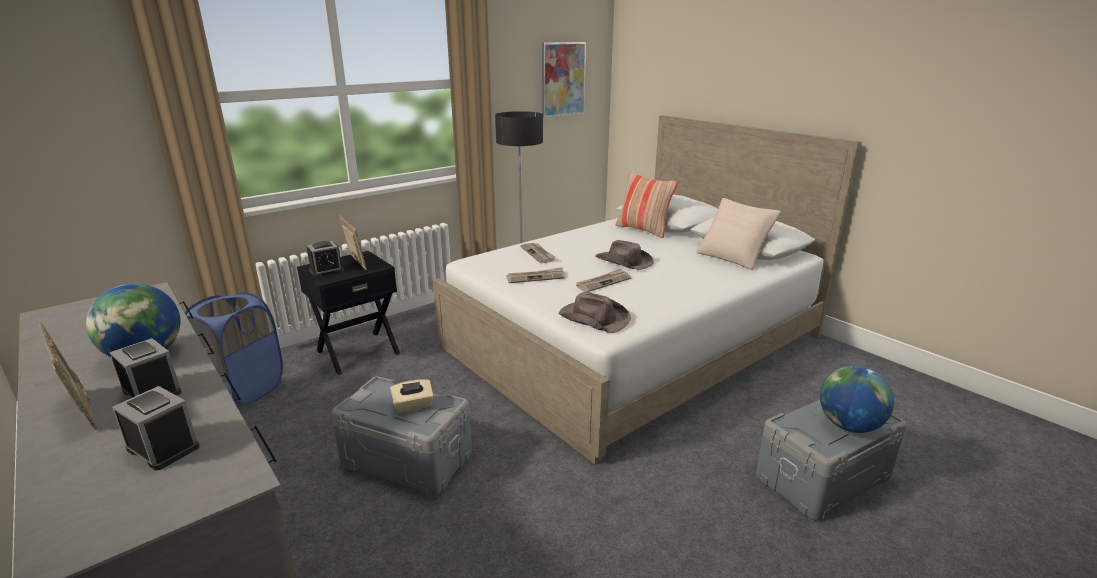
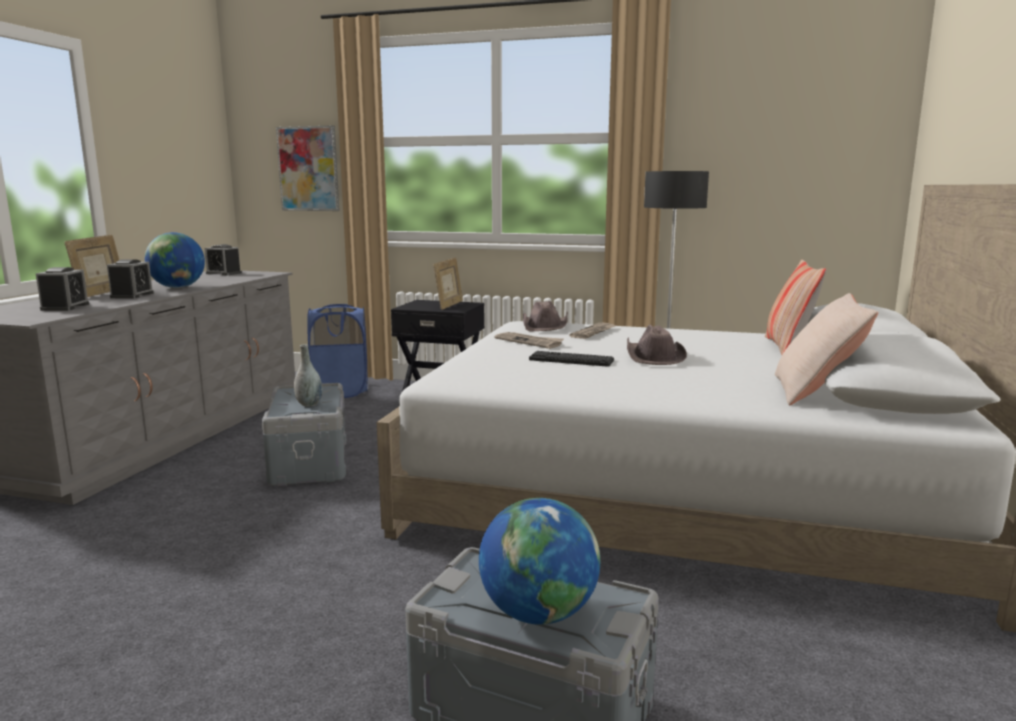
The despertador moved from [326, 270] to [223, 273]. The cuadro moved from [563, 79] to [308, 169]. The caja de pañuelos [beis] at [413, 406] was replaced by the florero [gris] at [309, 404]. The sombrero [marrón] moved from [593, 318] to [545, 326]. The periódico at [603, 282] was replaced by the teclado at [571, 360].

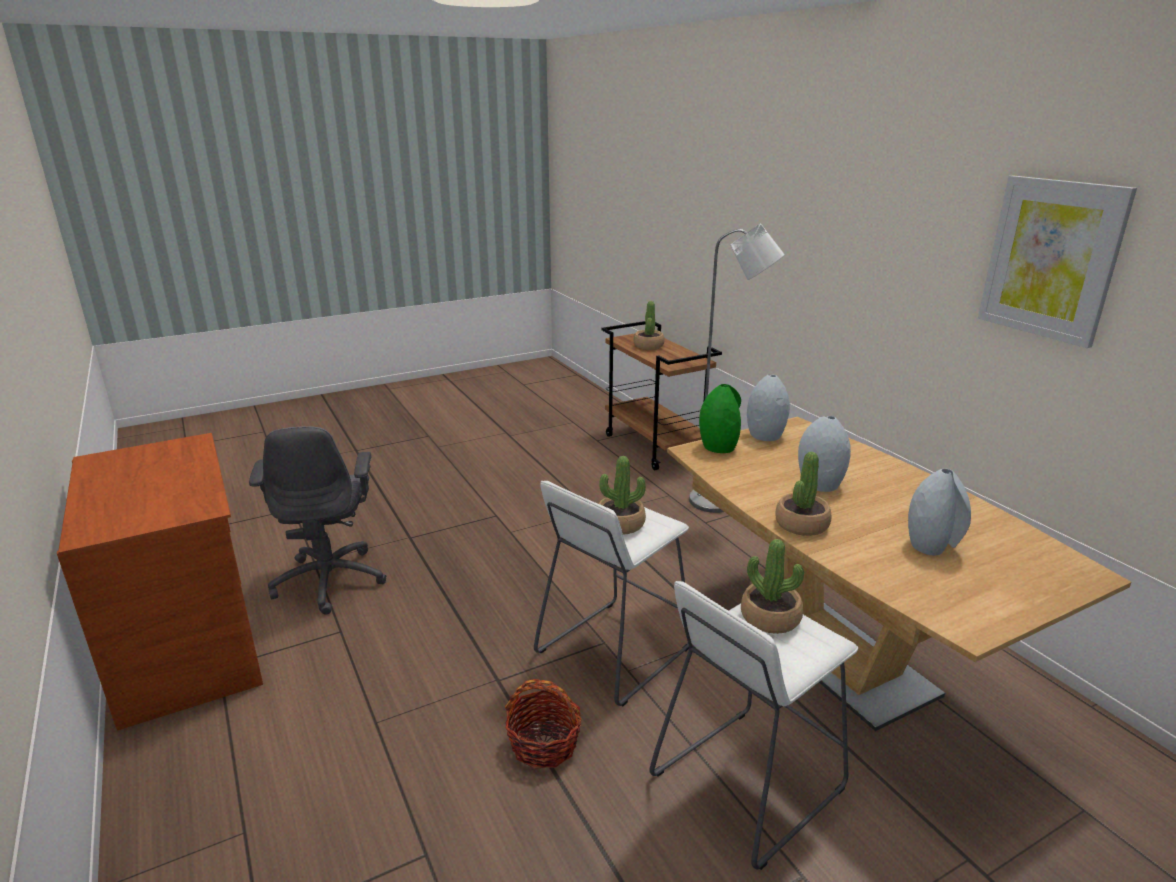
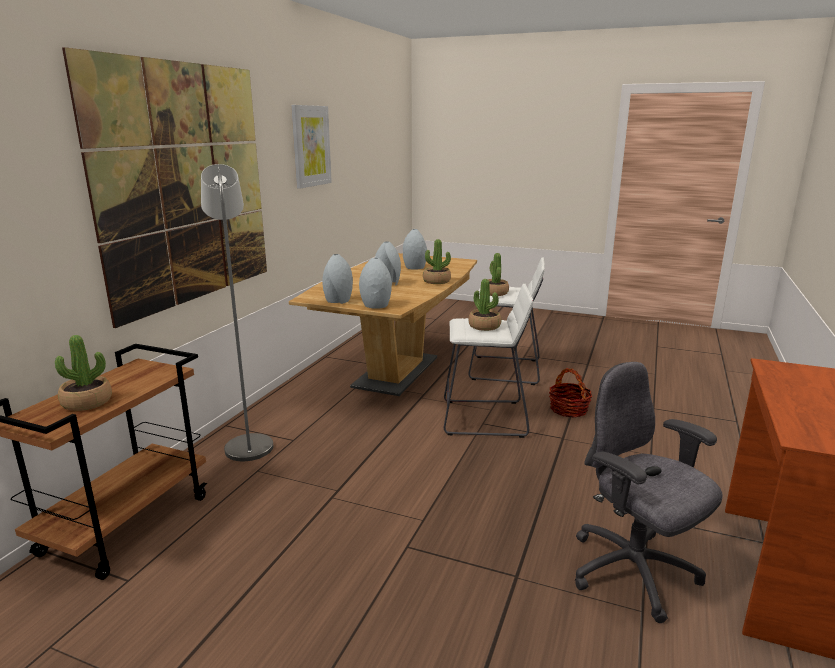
The cuadro at [187, 185] appeared. The florero [verde] at [718, 446] became the florero [gris] at [376, 306]. The silla de oficina [gris] at [330, 580] turned 75 degrees counterclockwise.

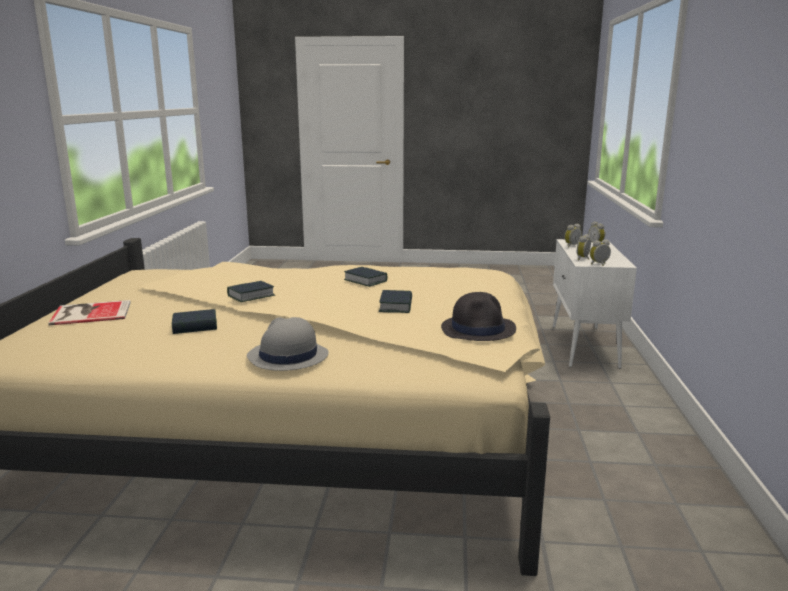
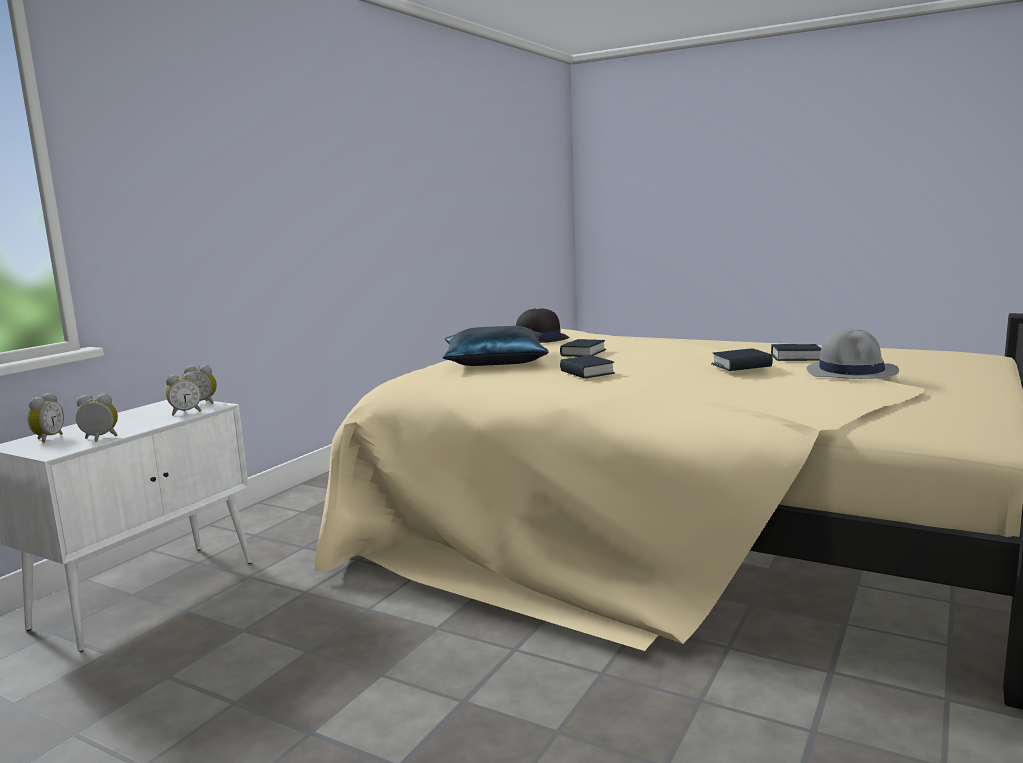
The cojín [azul] at [494, 361] appeared. The sombrero [gris] moved from [287, 356] to [852, 372]. The libro at [89, 313] disappeared.

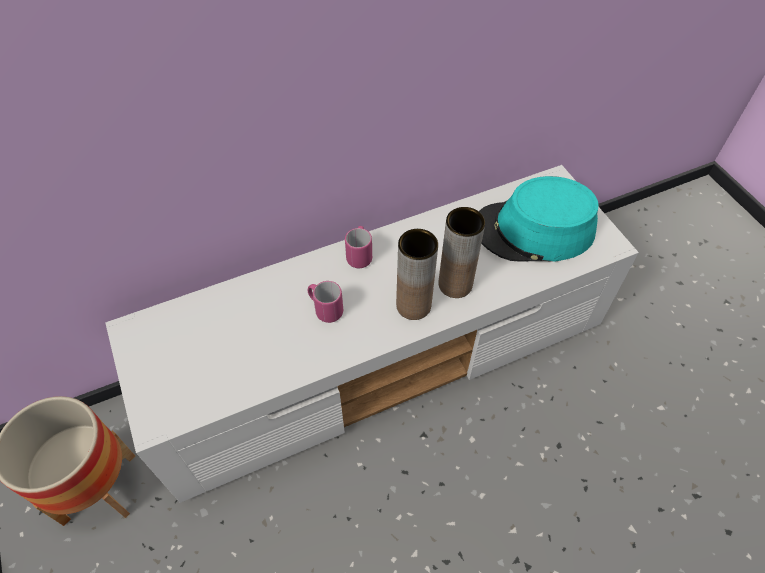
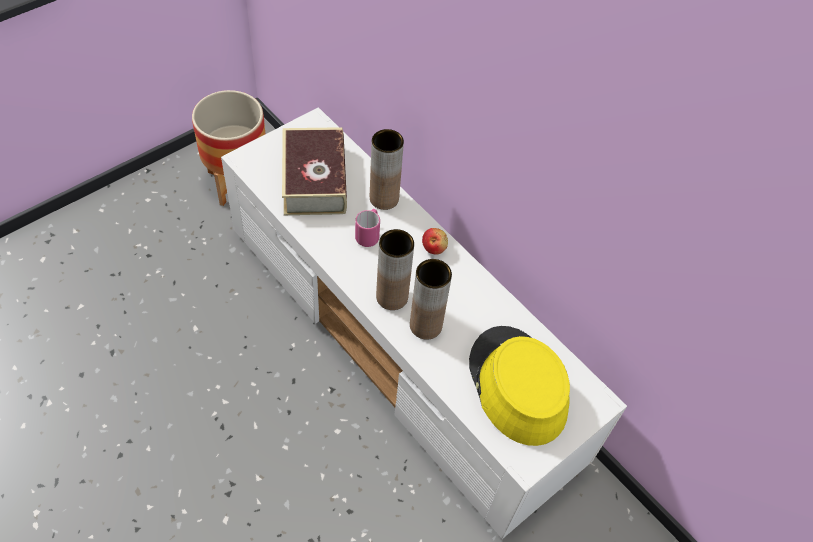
The libro at [314, 180] appeared. The florero [marrón] at [384, 198] appeared. The taza grande [rosa] at [360, 255] was replaced by the manzana at [434, 247]. The sombrero [turquesa] at [533, 231] became the sombrero [amarillo] at [517, 386].

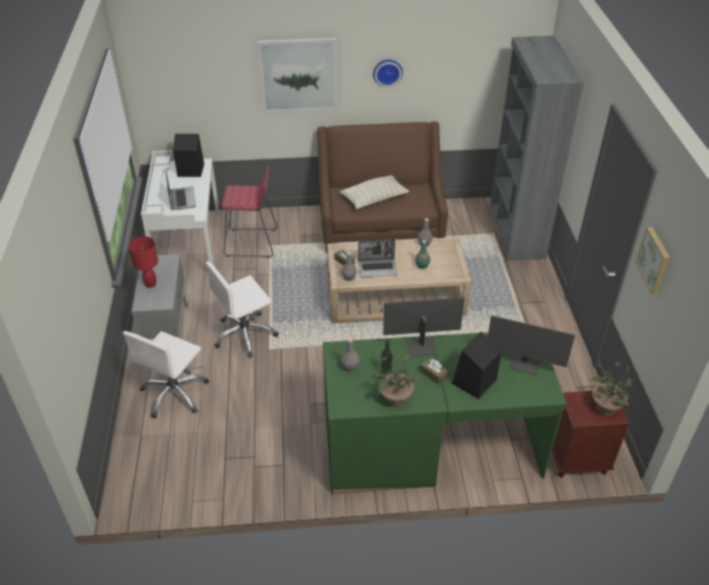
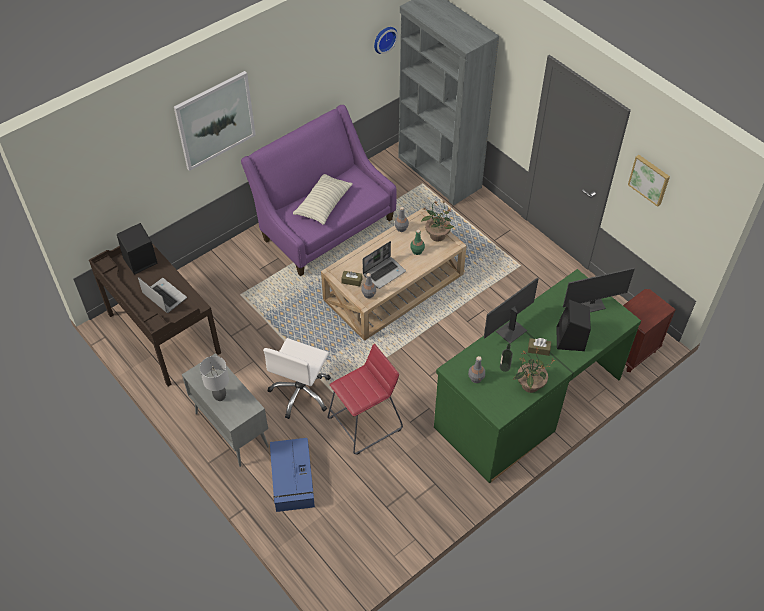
The escritorio [blanco] at [188, 245] became the escritorio [marrón] at [163, 334]. The lámpara de mesa [rojo] at [150, 284] became the lámpara de mesa [gris] at [219, 396]. The sofá [marrón] at [380, 228] became the sofá [morado] at [324, 226]. The silla de oficina [blanco] at [175, 394] was replaced by the caja de almacenaje [azul] at [292, 480]. The taburete [rojo] moved from [251, 243] to [365, 423]. The reloj de pared moved from [387, 72] to [384, 39]. The planta en maceta moved from [605, 407] to [437, 235].

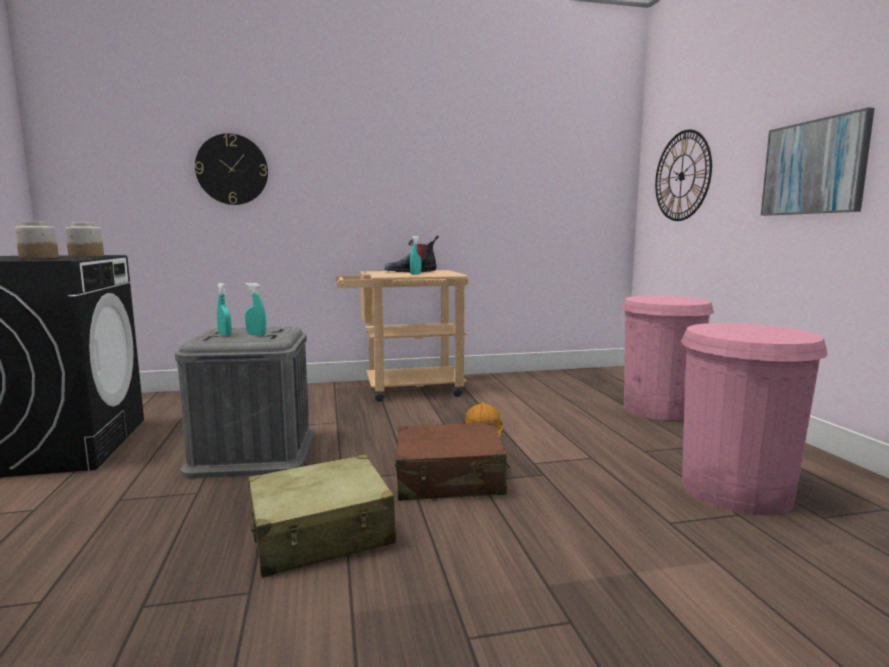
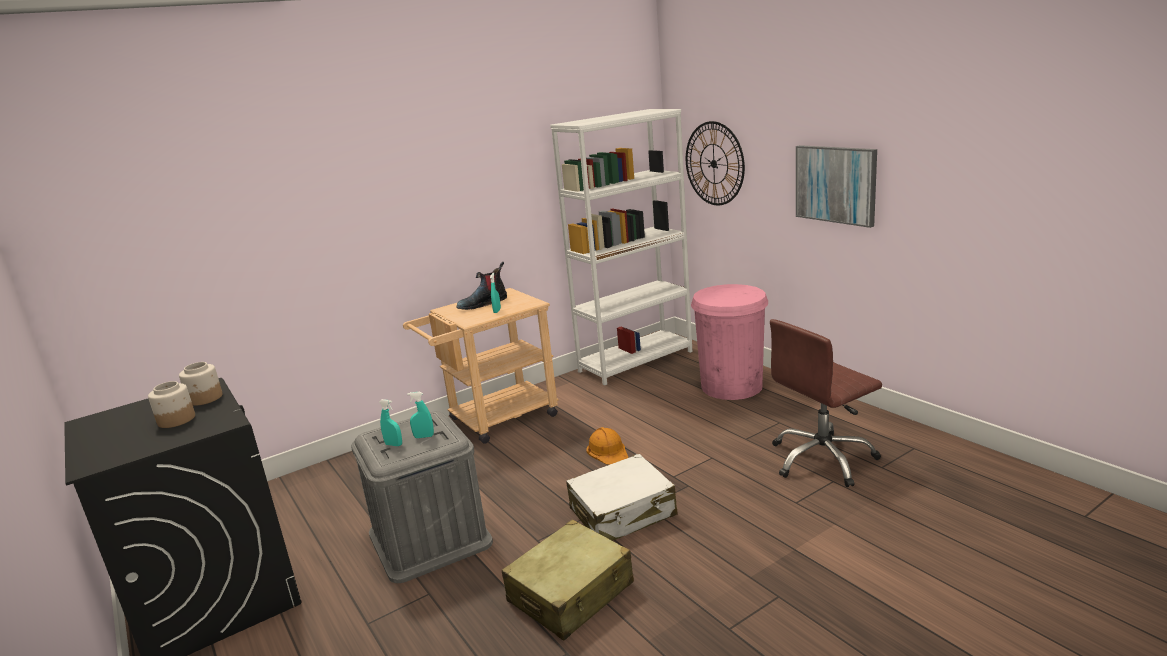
The estantería [blanco] at [636, 361] appeared. The maleta [marrón] at [450, 479] became the maleta [blanco] at [623, 513]. The papelera [rosa] at [735, 490] was replaced by the silla de oficina [marrón] at [822, 459]. The reloj de pared at [232, 169] disappeared.

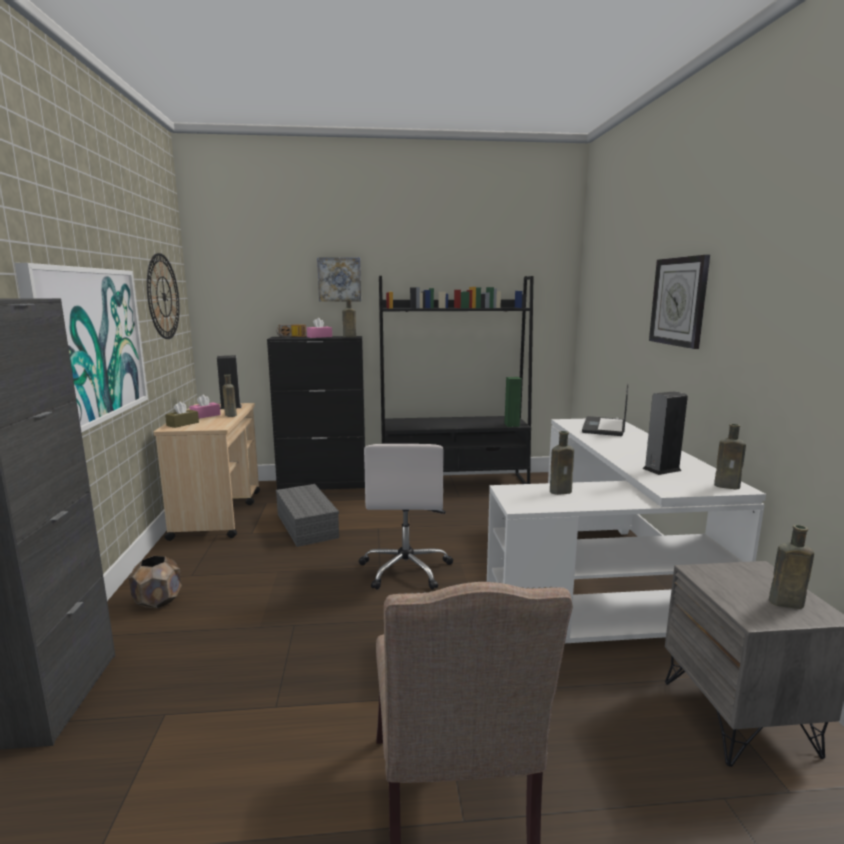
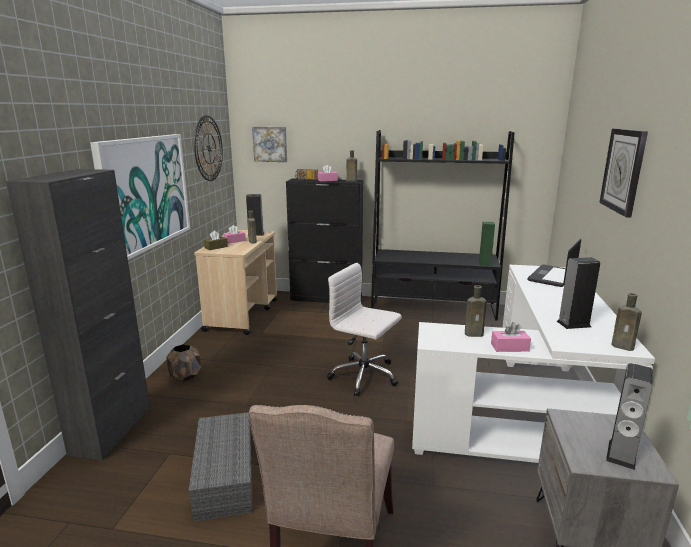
The caja de almacenaje [gris] moved from [305, 525] to [223, 475]. The cuadro moved from [339, 279] to [270, 144]. The silla de oficina [blanco] at [406, 569] turned 105 degrees clockwise. The caja de pañuelos [rosa] at [509, 347] appeared. The botella [marrón] at [783, 603] was replaced by the altavoz at [621, 454].

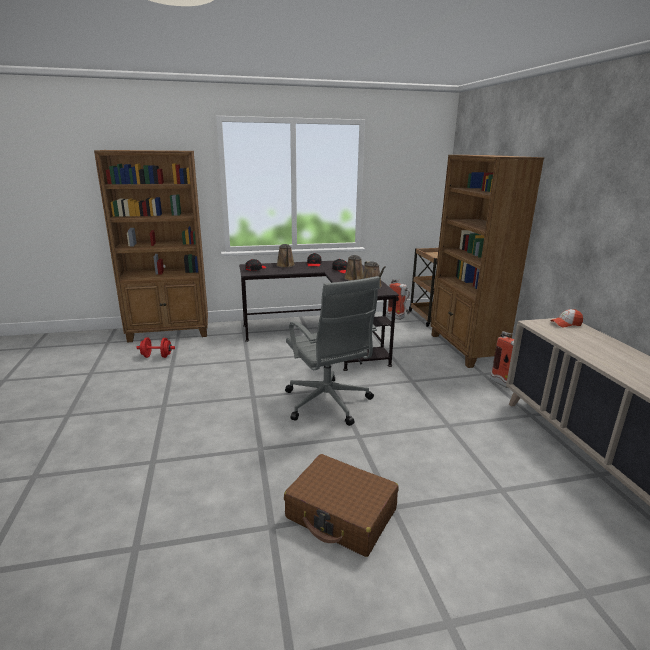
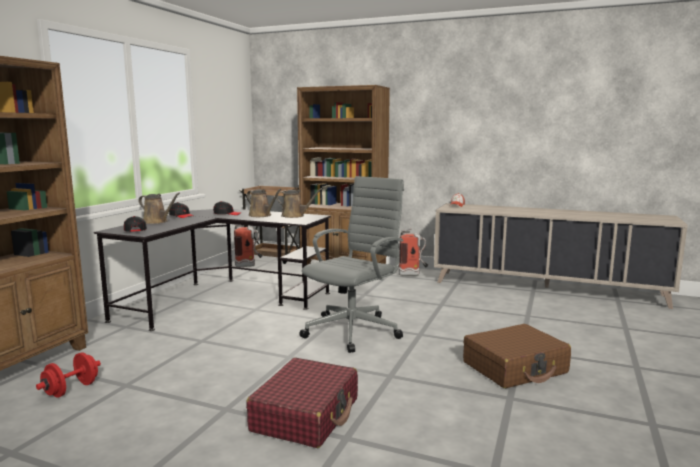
The maleta [rojo] at [306, 415] appeared. The silla de oficina [gris] at [328, 404] turned 60 degrees counterclockwise.

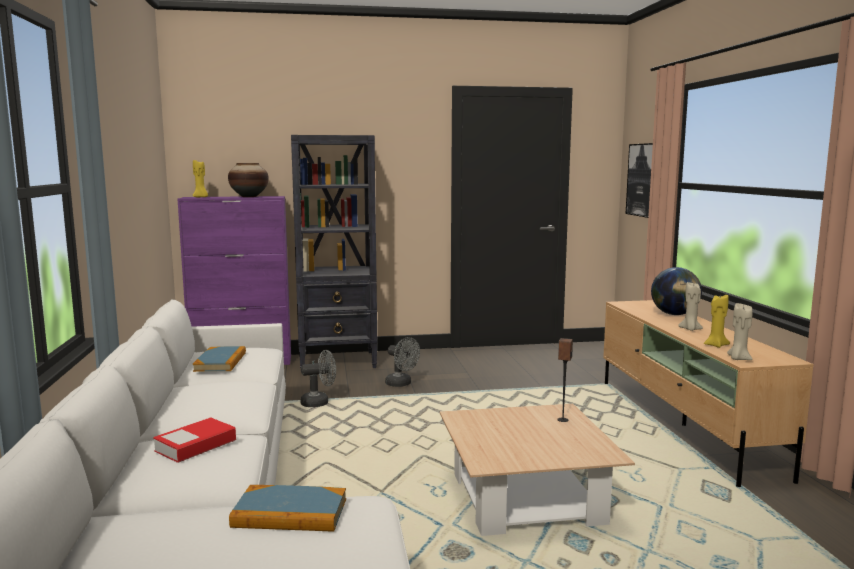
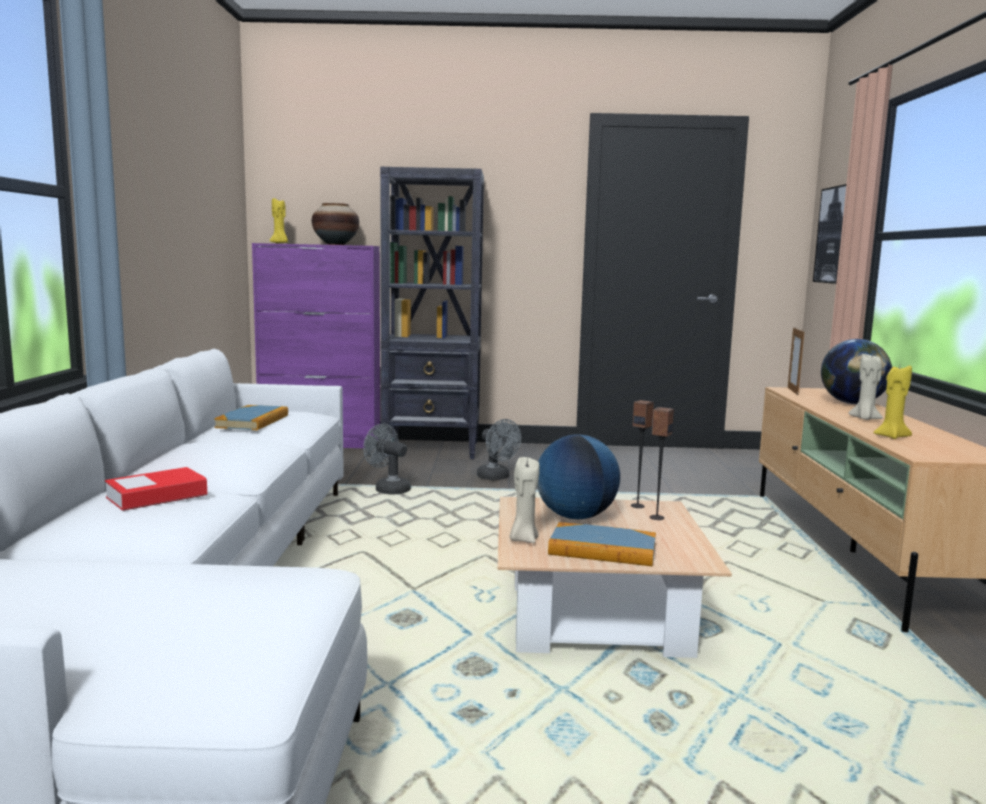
The ventilador [gris] at [319, 402] turned 135 degrees counterclockwise. The vela [beis] moved from [738, 359] to [523, 539]. The globo terráqueo at [575, 517] appeared. The libro moved from [290, 513] to [602, 549]. The altavoz at [637, 506] appeared. The portarretratos at [792, 391] appeared.

